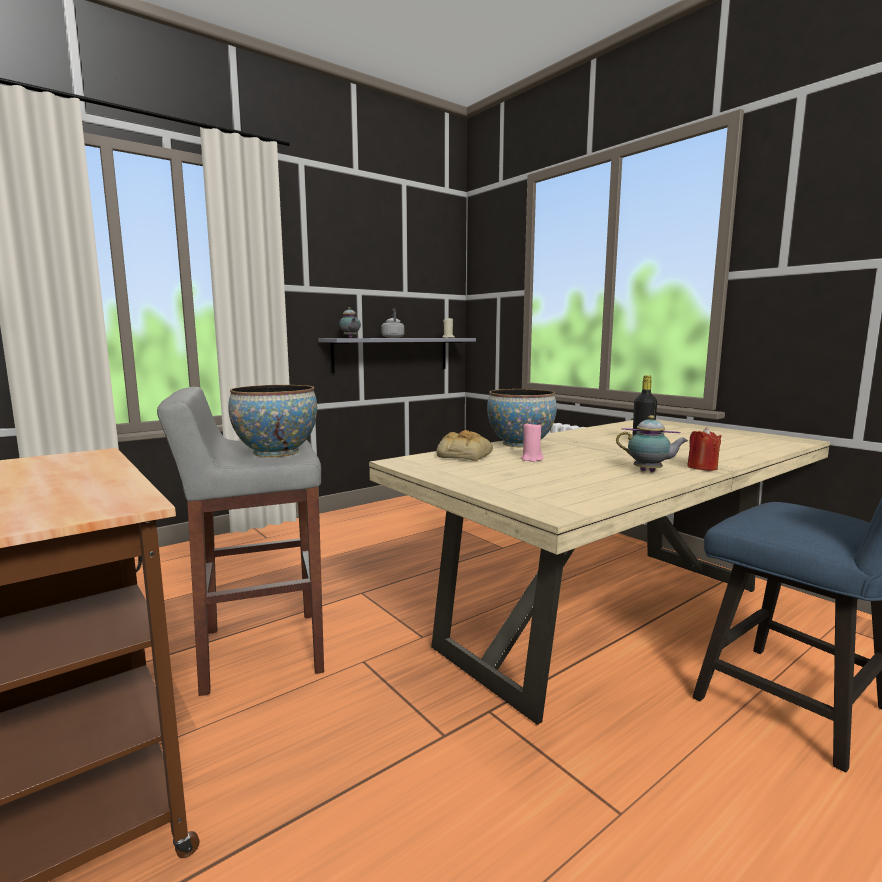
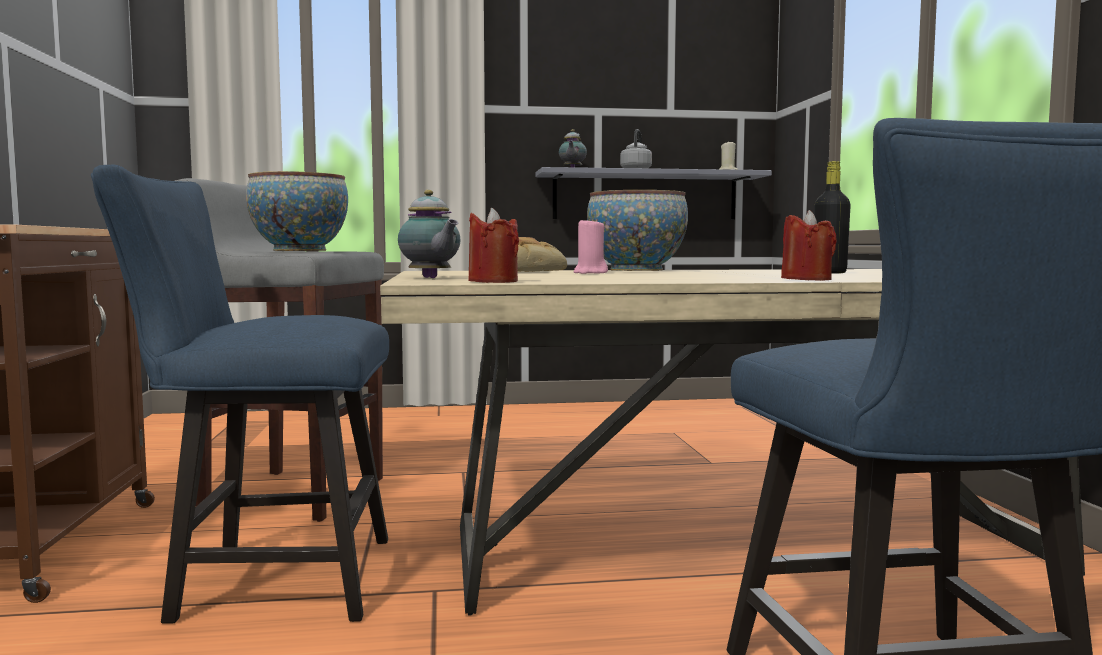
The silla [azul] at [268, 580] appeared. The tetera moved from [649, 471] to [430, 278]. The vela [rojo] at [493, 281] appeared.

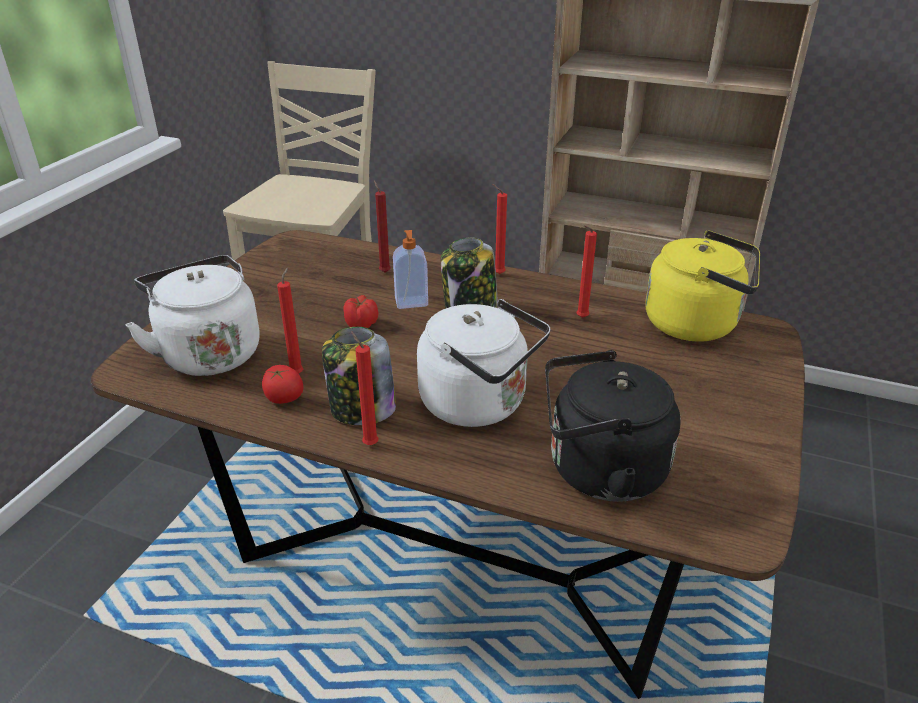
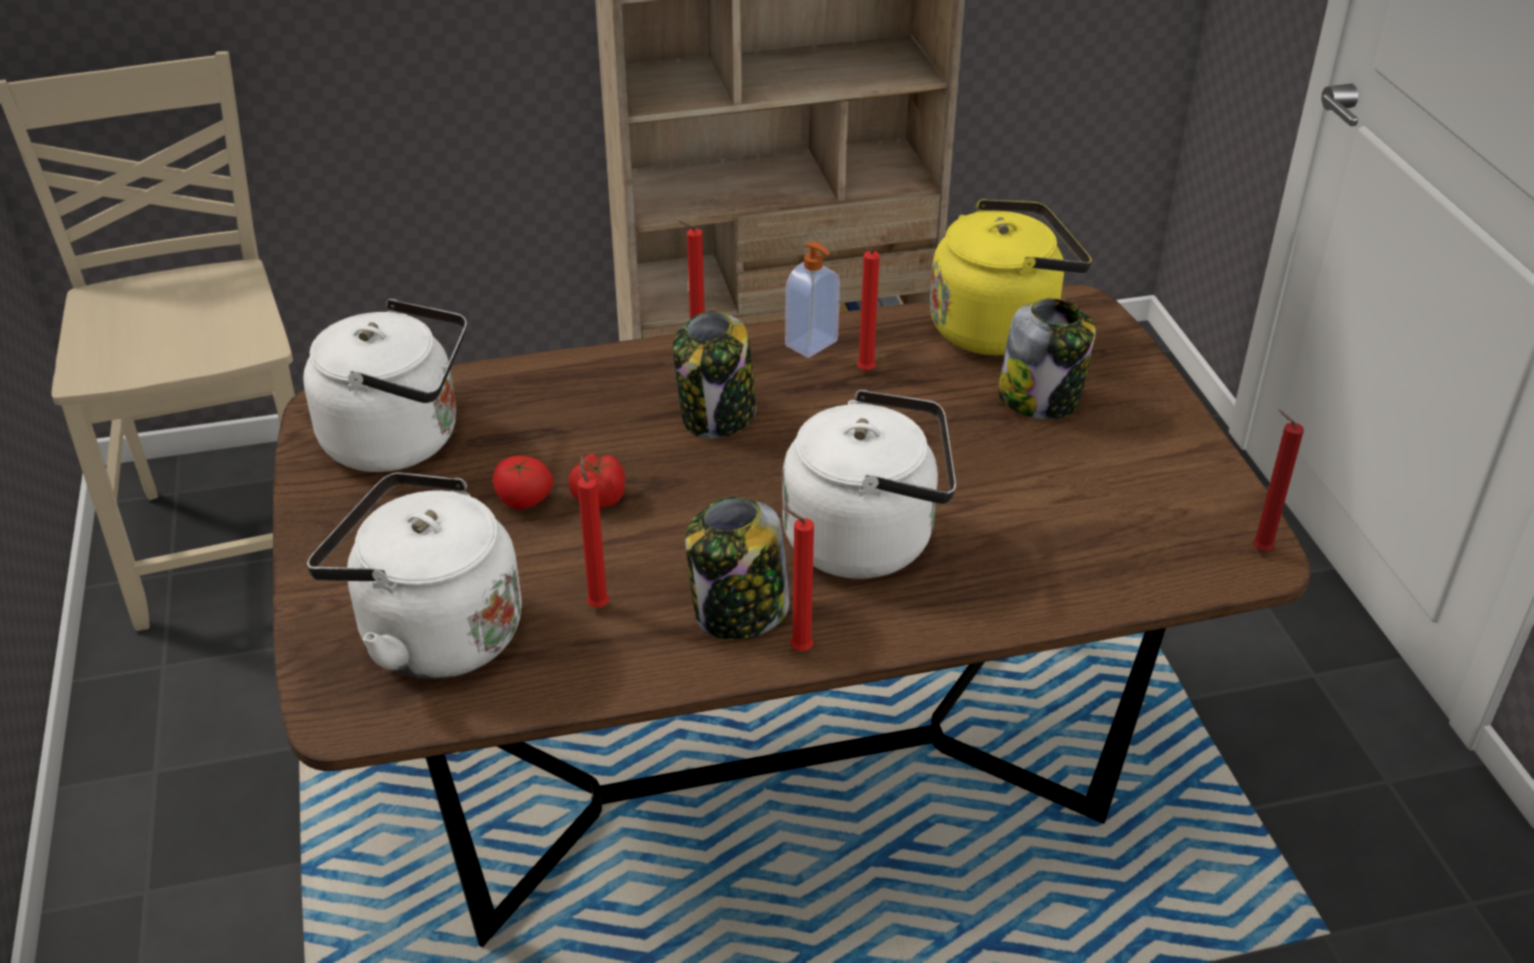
The hervidor [blanco] at [401, 439] appeared. The tomate moved from [284, 398] to [523, 501]. The dispensador de jabón moved from [411, 303] to [812, 344]. The tarro at [1041, 398] appeared. The vela [rojo] moved from [384, 271] to [1257, 550]. The hervidor [negro] at [599, 470] disappeared.

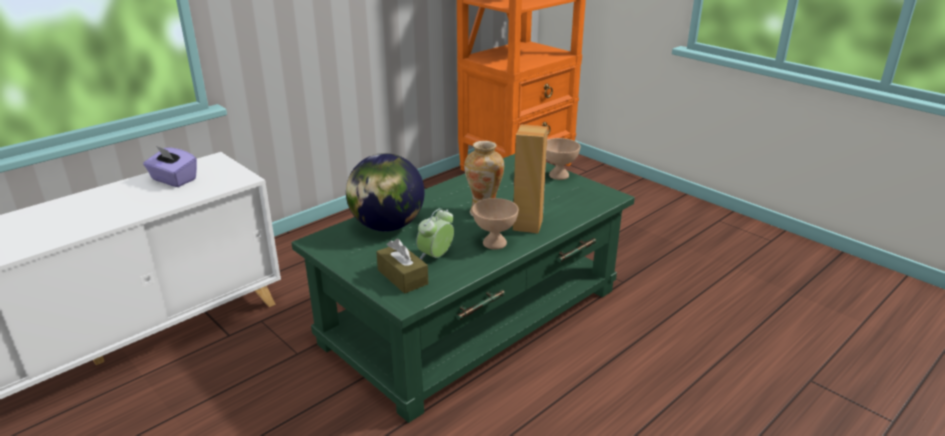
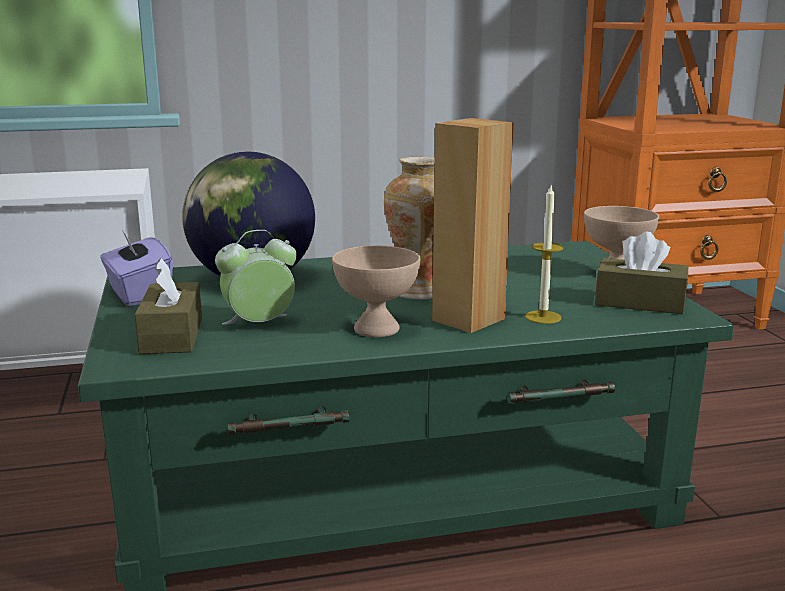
The caja de pañuelos [morado] moved from [173, 180] to [138, 294]. The vela at [543, 317] appeared. The caja de pañuelos [marrón] at [639, 302] appeared.

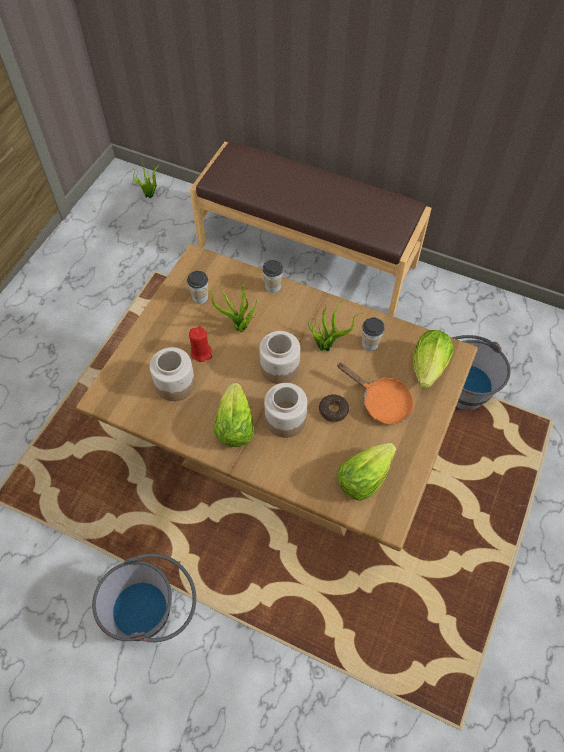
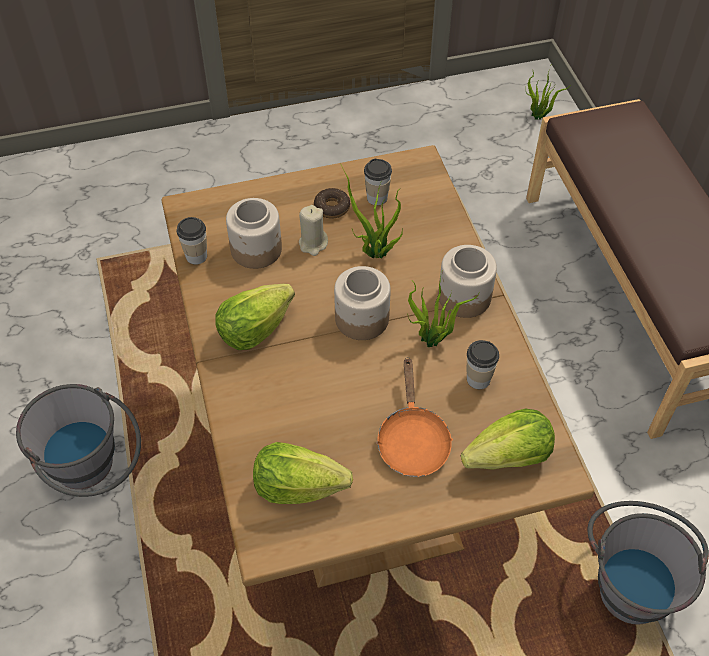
The taza moved from [273, 287] to [196, 256]. The vela [rojo] at [201, 352] became the vela [beis] at [313, 244]. The rosquilla moved from [333, 410] to [332, 207]. The tarro moved from [286, 419] to [465, 297].

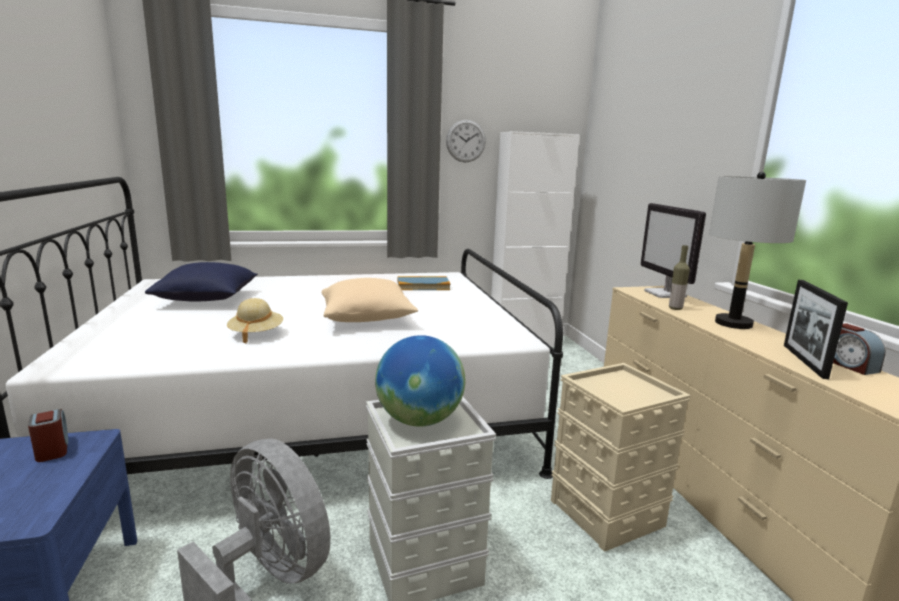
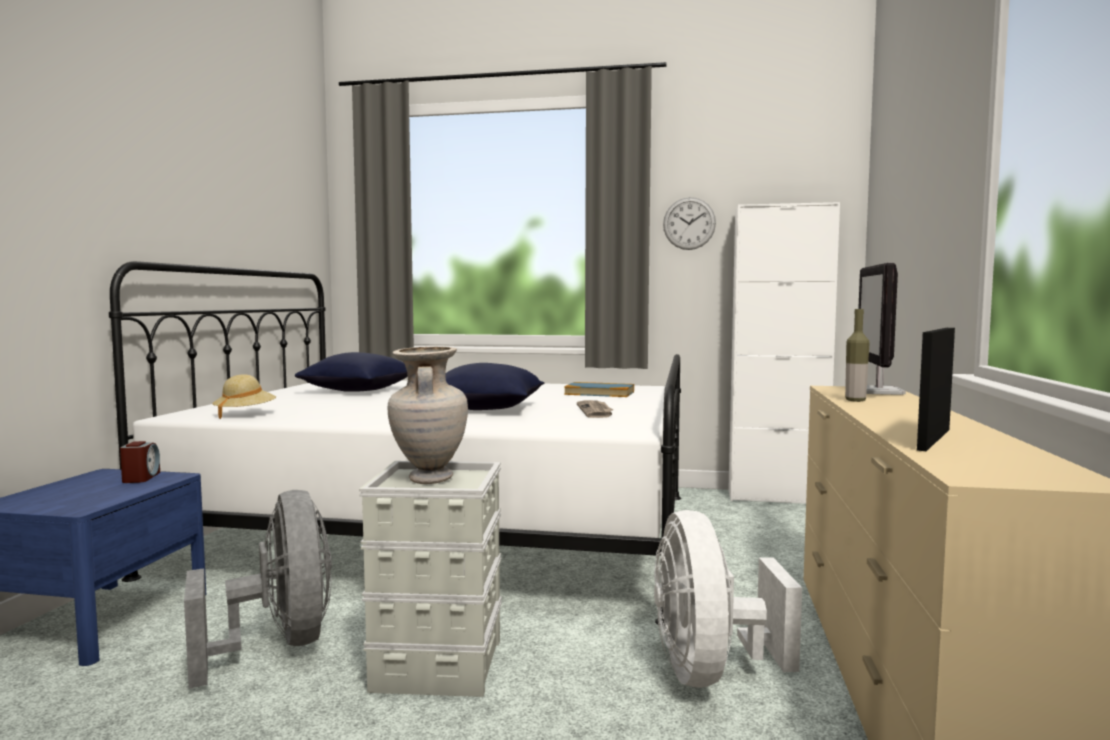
The sombrero [beis] moved from [256, 334] to [245, 414]. The globo terráqueo at [419, 420] was replaced by the florero [beis] at [429, 479]. The cojín [beis] at [367, 318] became the cojín [azul] at [487, 409]. The periódico at [596, 411] appeared. The caja de almacenaje [beis] at [608, 513] was replaced by the ventilador [blanco] at [709, 672]. The lámpara de mesa [gris] at [732, 323] disappeared. The despertador at [849, 365] disappeared.

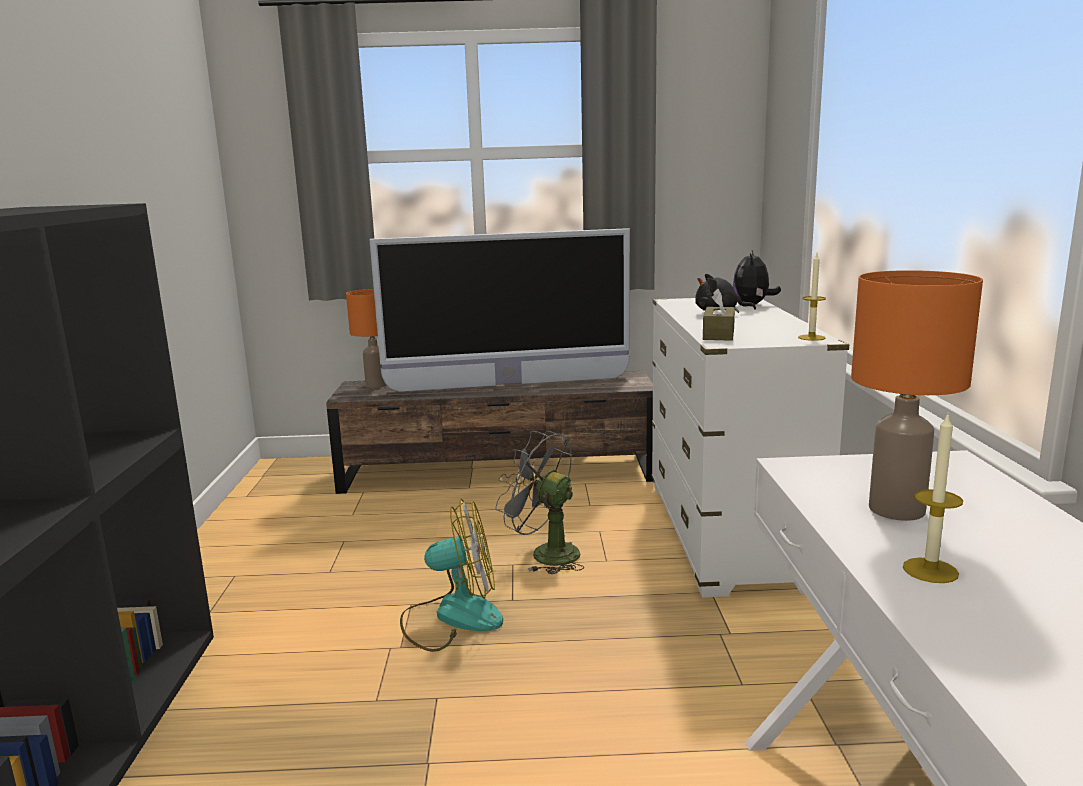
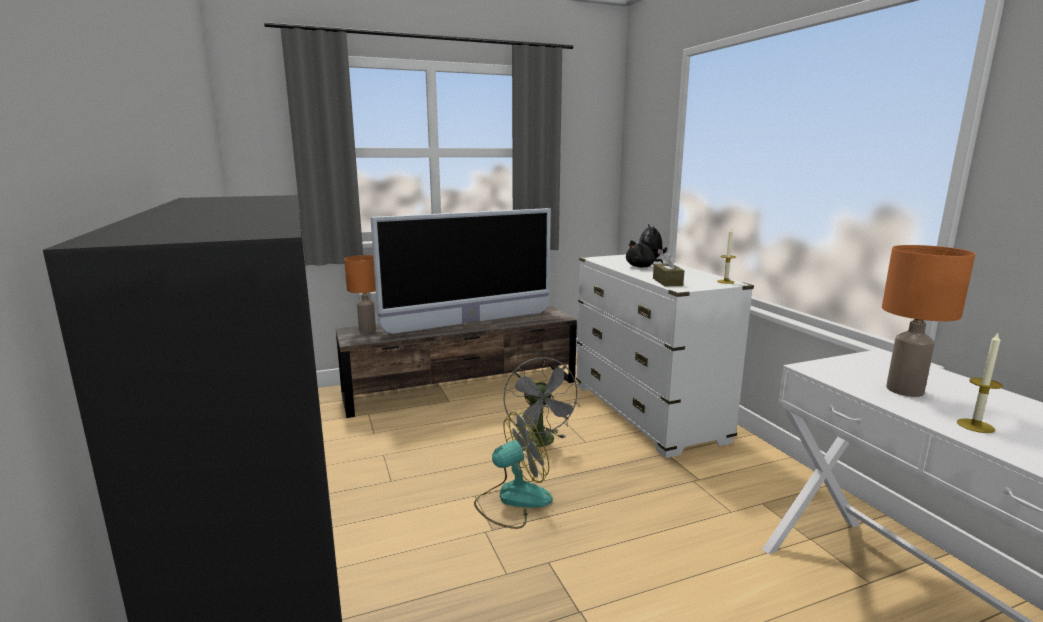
The ventilador [gris] at [545, 554] turned 120 degrees counterclockwise.

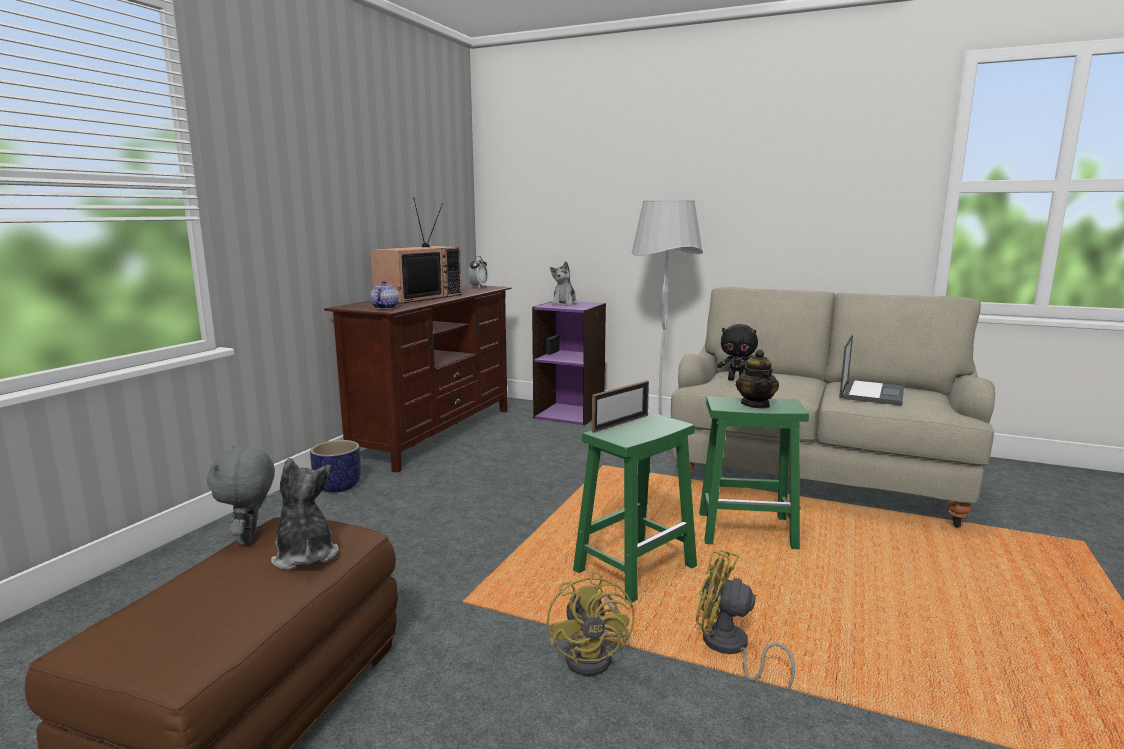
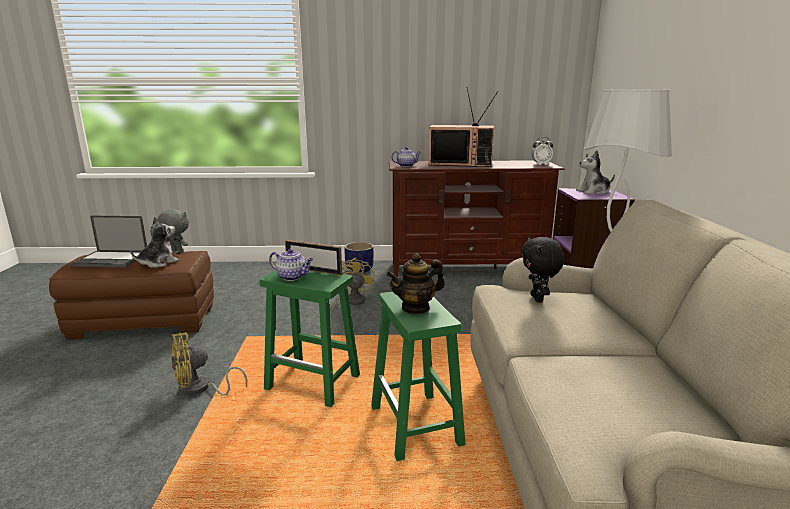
The portátil moved from [871, 393] to [112, 259]. The peluche [gris] at [250, 539] turned 60 degrees clockwise. The tetera at [293, 277] appeared. The ventilador [amarillo] moved from [729, 649] to [351, 302].

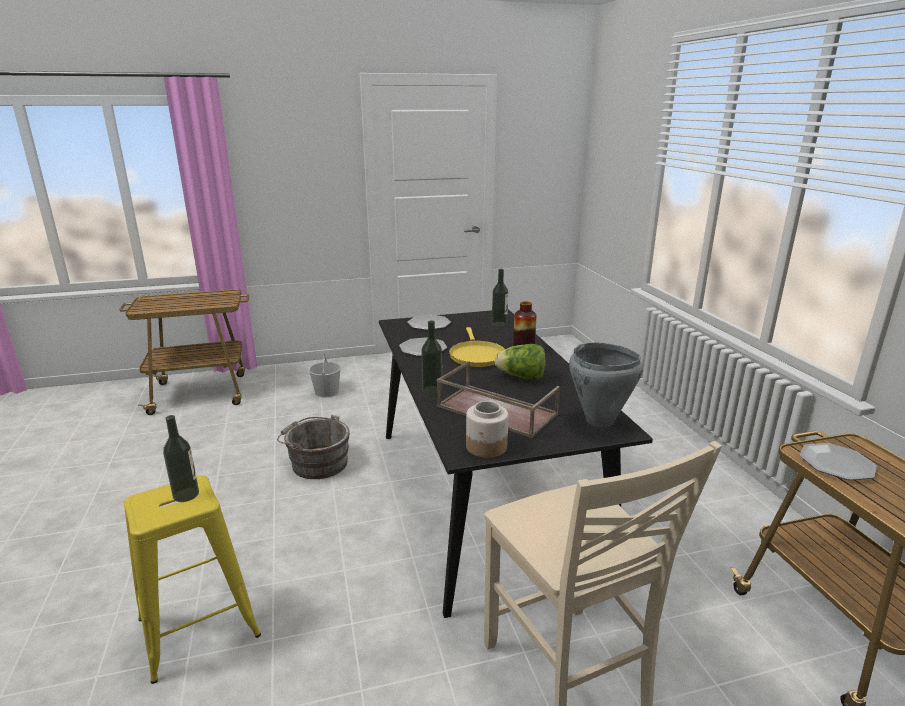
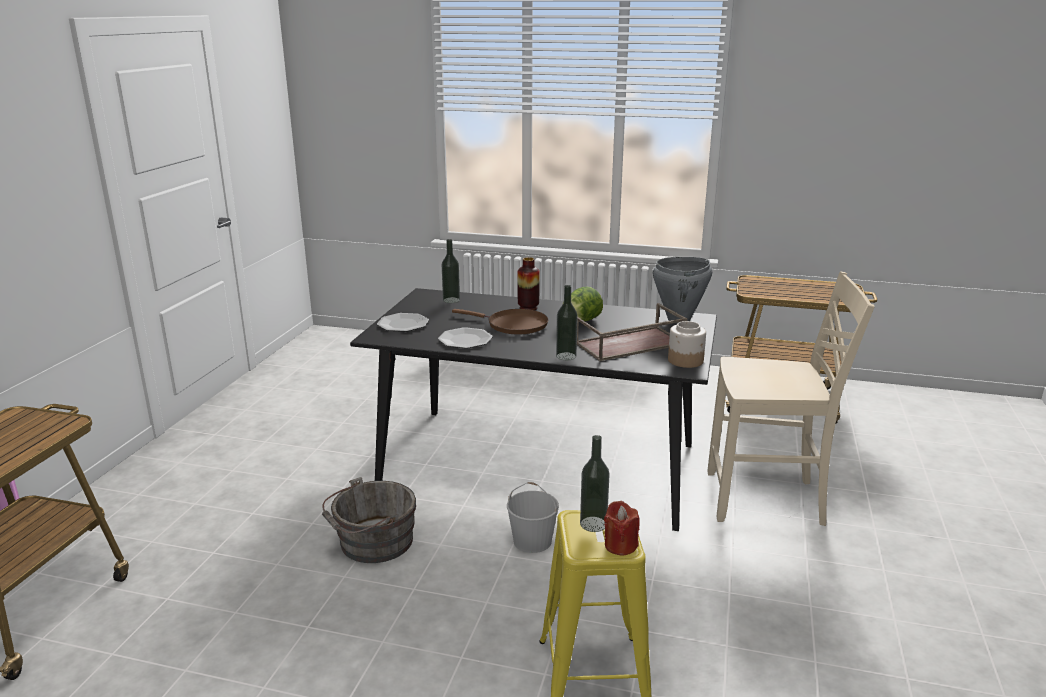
The sartén [amarillo] at [476, 355] became the sartén [marrón] at [513, 325]. The cubo [blanco] moved from [326, 391] to [531, 541]. The vela [rojo] at [620, 545] appeared. The plato at [836, 463] disappeared.

